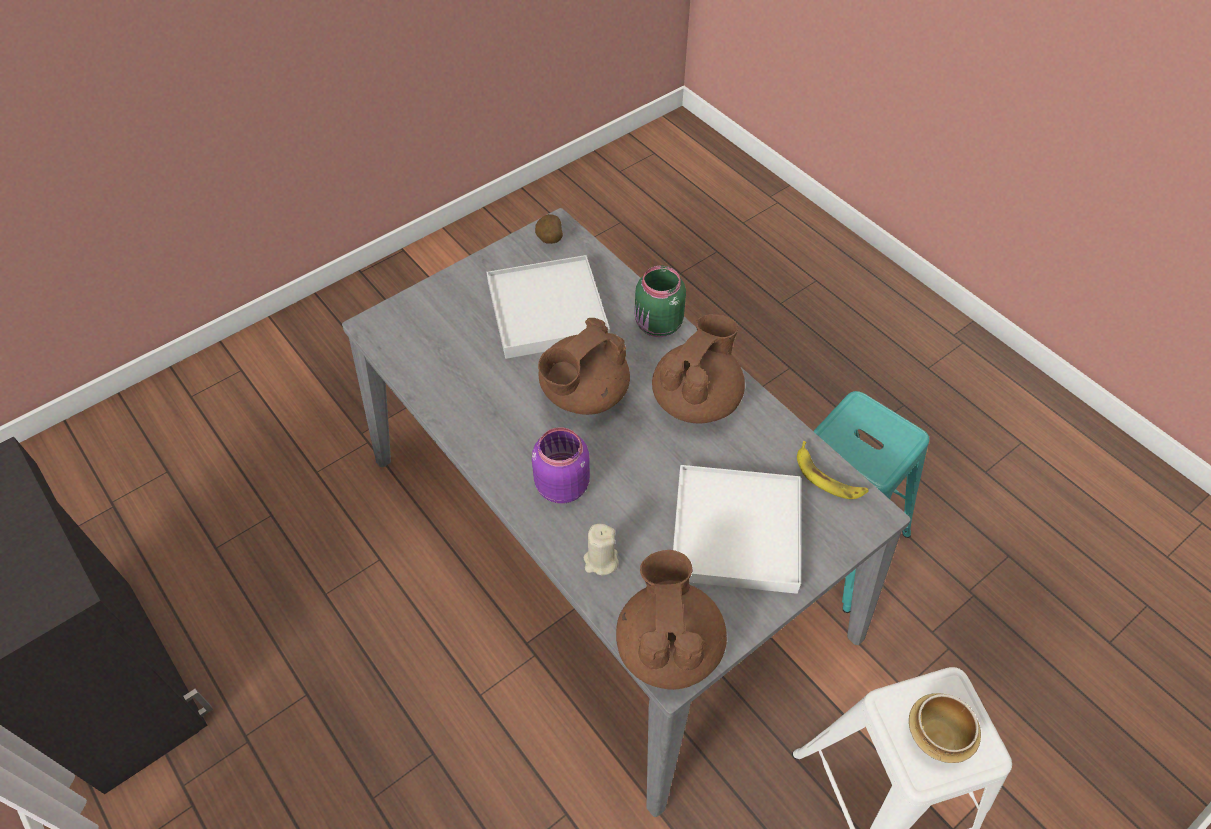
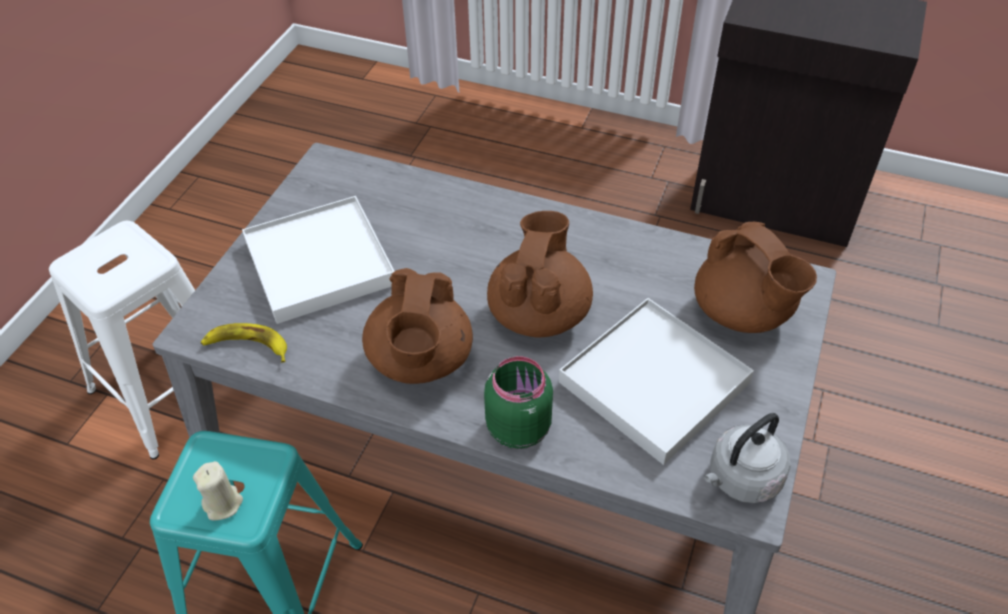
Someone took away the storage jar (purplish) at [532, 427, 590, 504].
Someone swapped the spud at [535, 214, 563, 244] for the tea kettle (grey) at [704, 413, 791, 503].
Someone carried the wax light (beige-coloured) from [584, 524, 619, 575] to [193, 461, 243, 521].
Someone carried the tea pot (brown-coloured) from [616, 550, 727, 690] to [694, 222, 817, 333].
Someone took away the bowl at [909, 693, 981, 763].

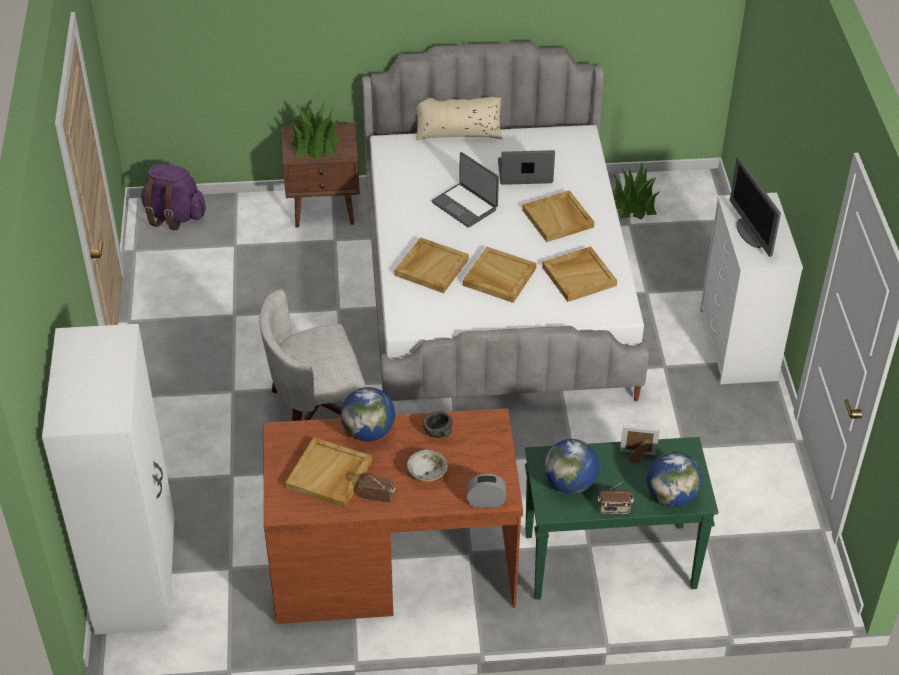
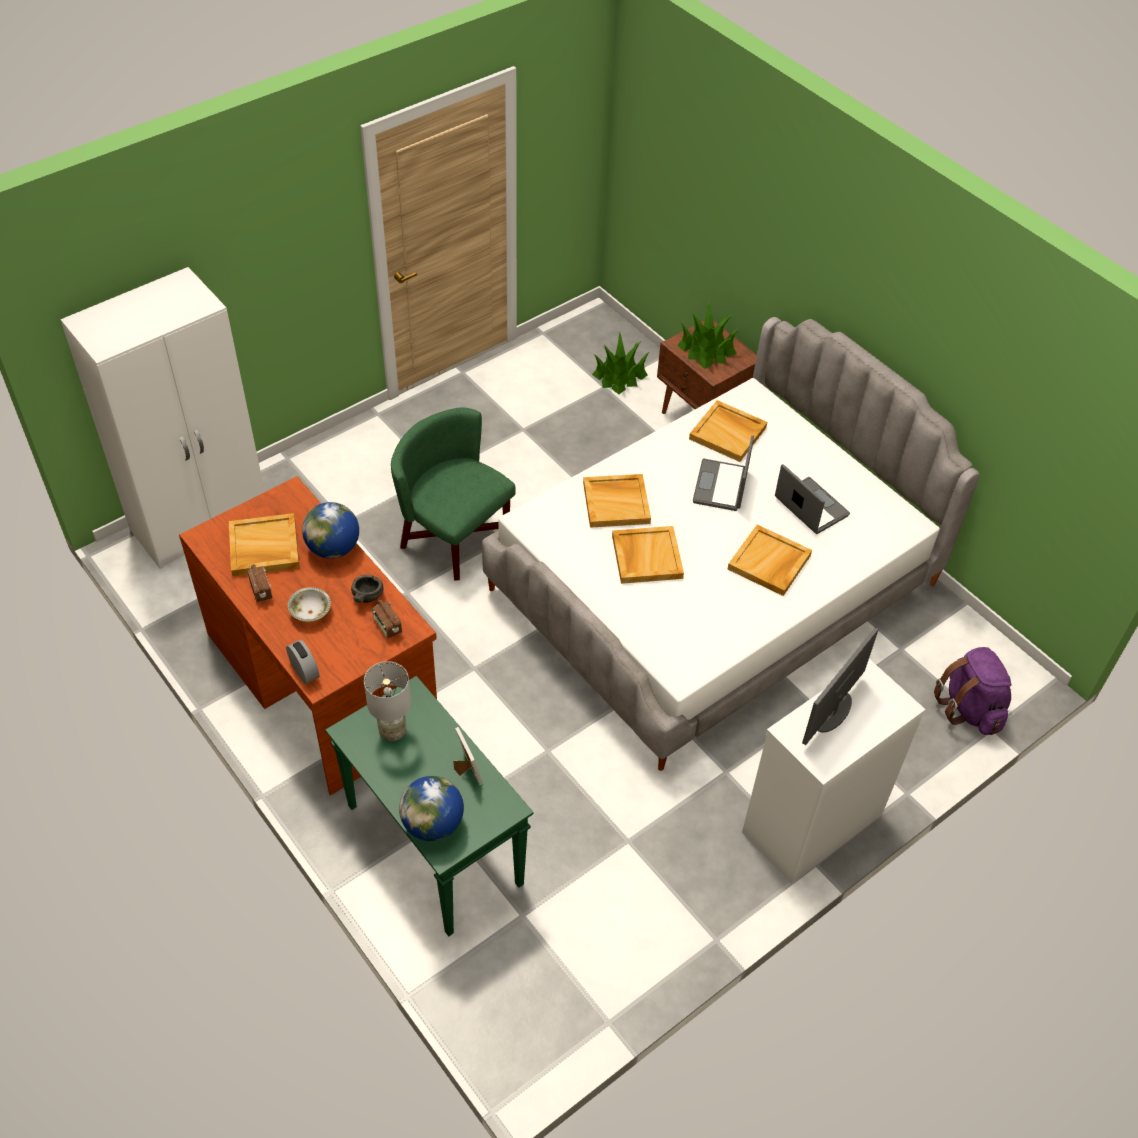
Someone carried the rucksack (purplish) from [141, 164, 206, 230] to [934, 647, 1011, 735].
Someone repainted the lounge chair (white) at [259, 289, 366, 421], which became the lounge chair (green-coloured) at [391, 408, 515, 580].
Someone took away the pillow (beige-coloured) at [416, 97, 502, 141].
Someone carried the tray (beige-coloured) from [542, 246, 617, 302] to [689, 400, 767, 462].
Someone swapped the globe at [544, 439, 599, 494] for the table lamp (grey) at [364, 661, 411, 741].
Someone carried the radio set from [597, 481, 633, 514] to [372, 600, 402, 639].
Someone carried the houseplant from [613, 162, 659, 220] to [592, 332, 649, 395].

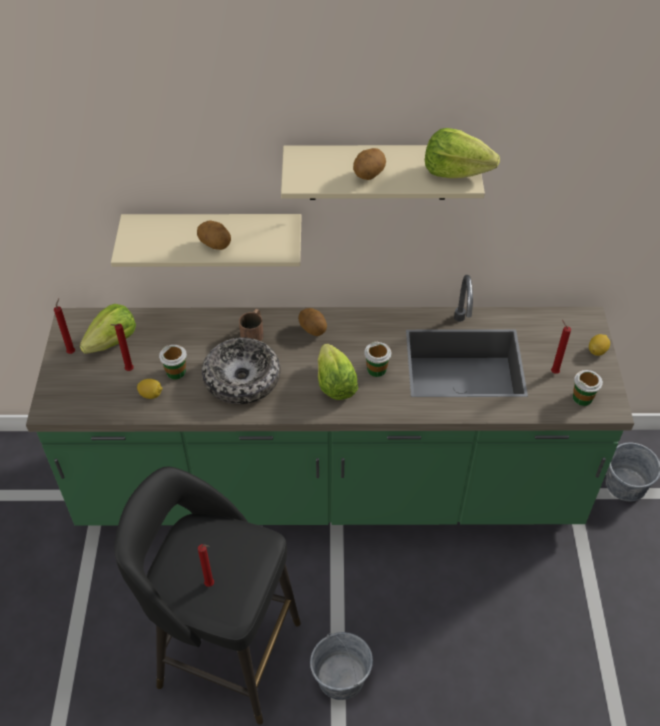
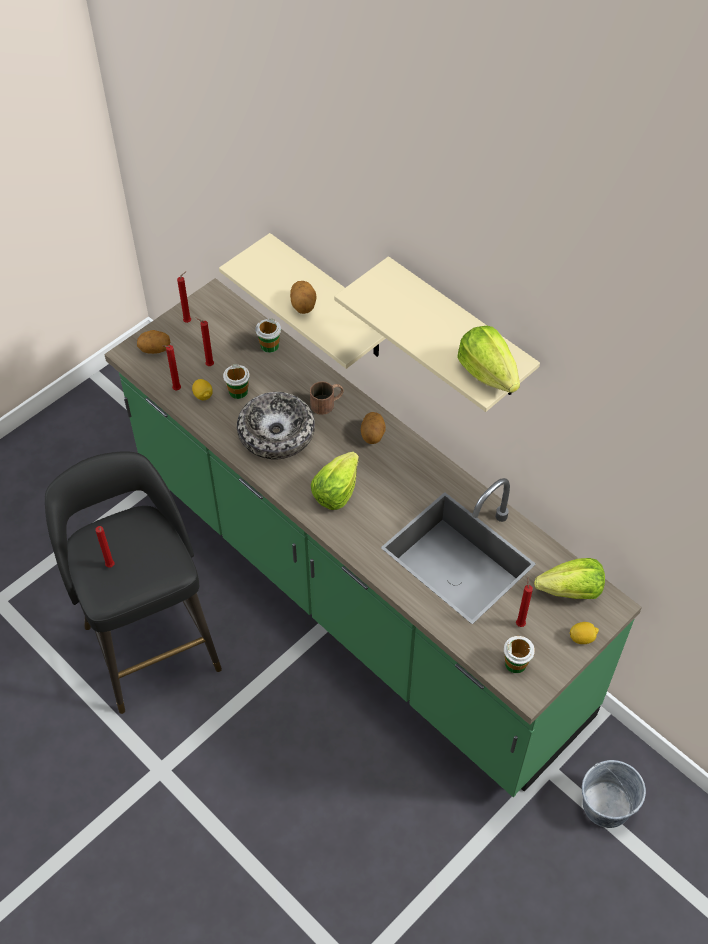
Someone carried the lettuce from [79, 304, 136, 354] to [534, 558, 605, 599].
Someone took away the water bucket (grey) at [310, 632, 373, 700].
Someone carried the spud from [353, 148, 386, 180] to [137, 330, 170, 354].
Someone carried the small cup from [364, 341, 391, 377] to [255, 318, 281, 353].
Someone put down the wax light (reddish) at [162, 345, 181, 390].

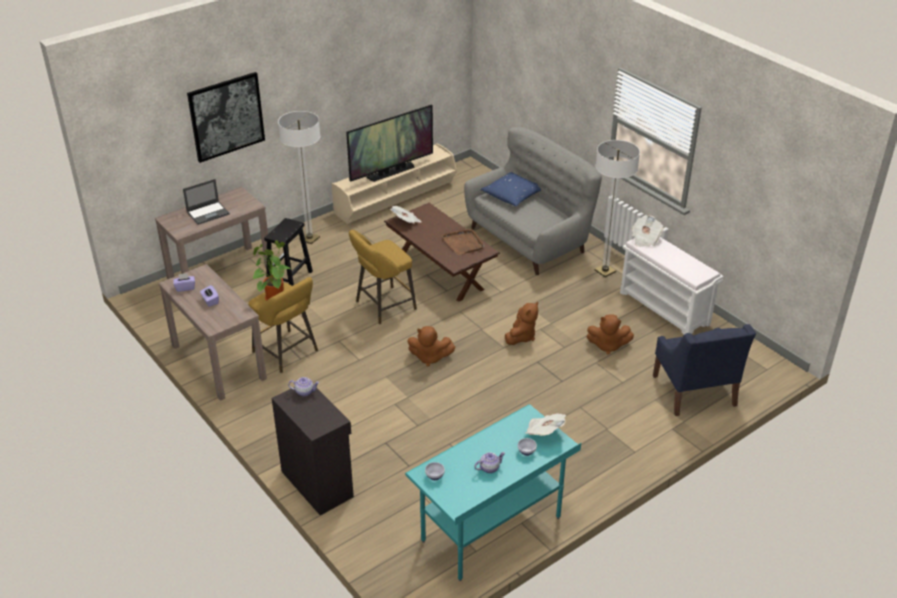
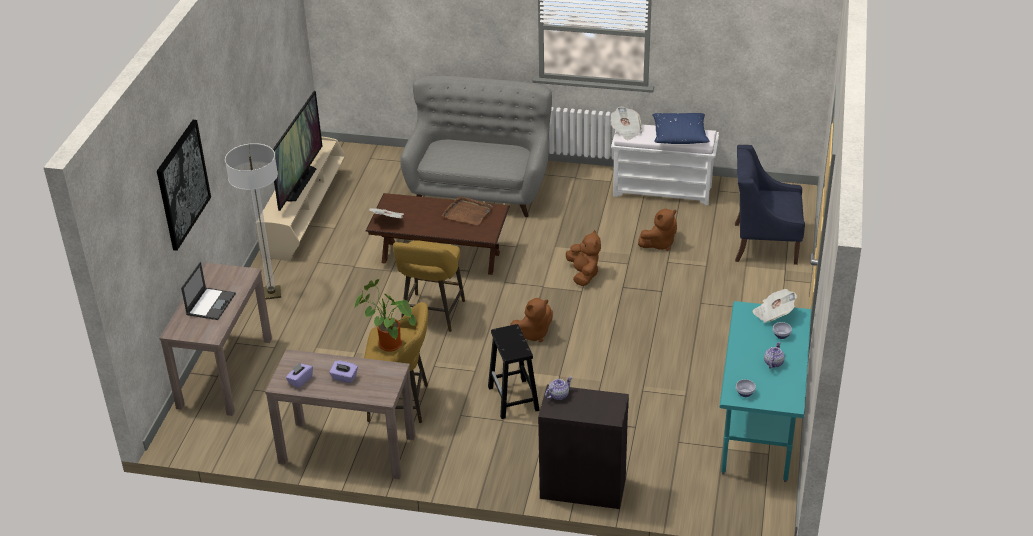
Someone carried the stool (black) from [264, 218, 313, 286] to [488, 324, 540, 419].
Someone carried the pillow (blue-coloured) from [481, 172, 541, 206] to [652, 113, 710, 144].
Someone took away the floor lamp at [595, 140, 640, 277].
Someone rotated the lounge chair (blue-coloured) at [653, 324, 756, 416] by 150 degrees clockwise.

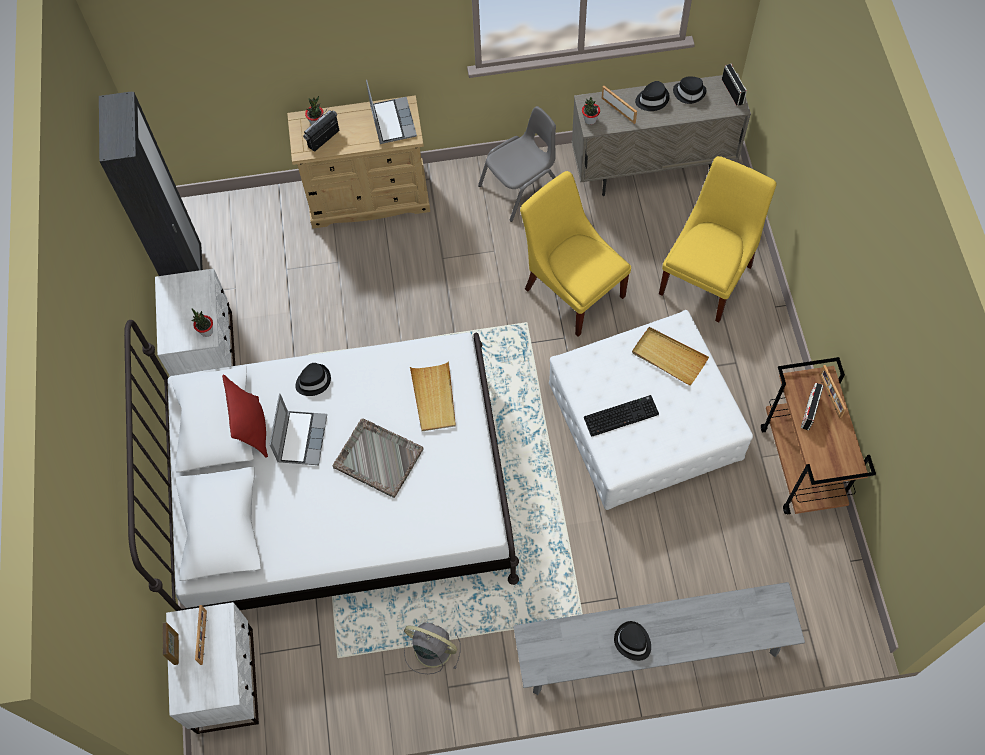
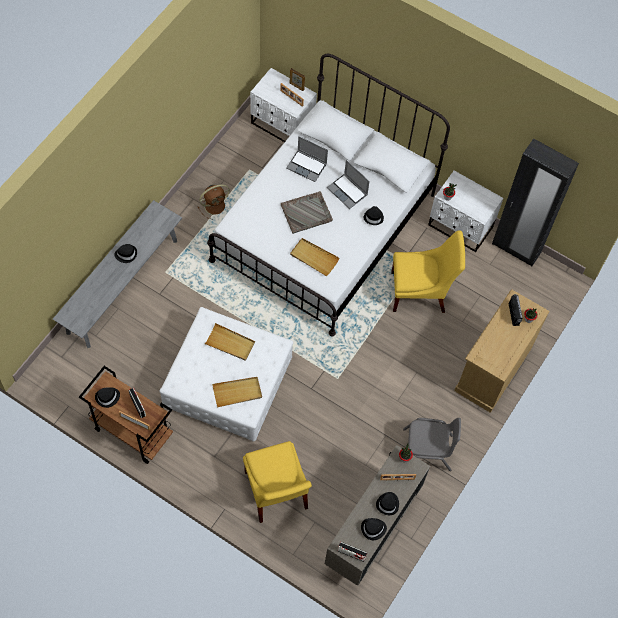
Someone took away the pillow (reddish) at [222, 375, 268, 458].
Someone carried the laptop from [366, 80, 417, 144] to [286, 136, 328, 182].
Someone repainted the cooling fan (grey) at [404, 622, 460, 674], which became the cooling fan (brown-coloured) at [198, 184, 230, 219].
Someone rotated the plain chair (grey) at [478, 106, 556, 222] by 90 degrees counterclockwise.
Someone carried the plain chair (yellowish) from [520, 171, 631, 337] to [391, 230, 465, 313].
Someone swapped the keyboard at [584, 395, 659, 437] for the tray (beige-coloured) at [204, 323, 255, 361].
Someone put down the wearable hat (black) at [95, 387, 120, 408].

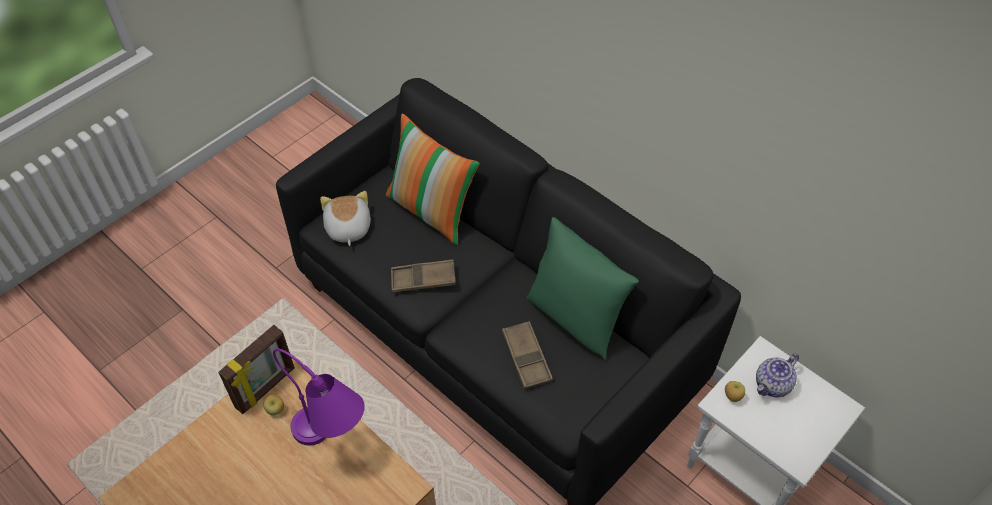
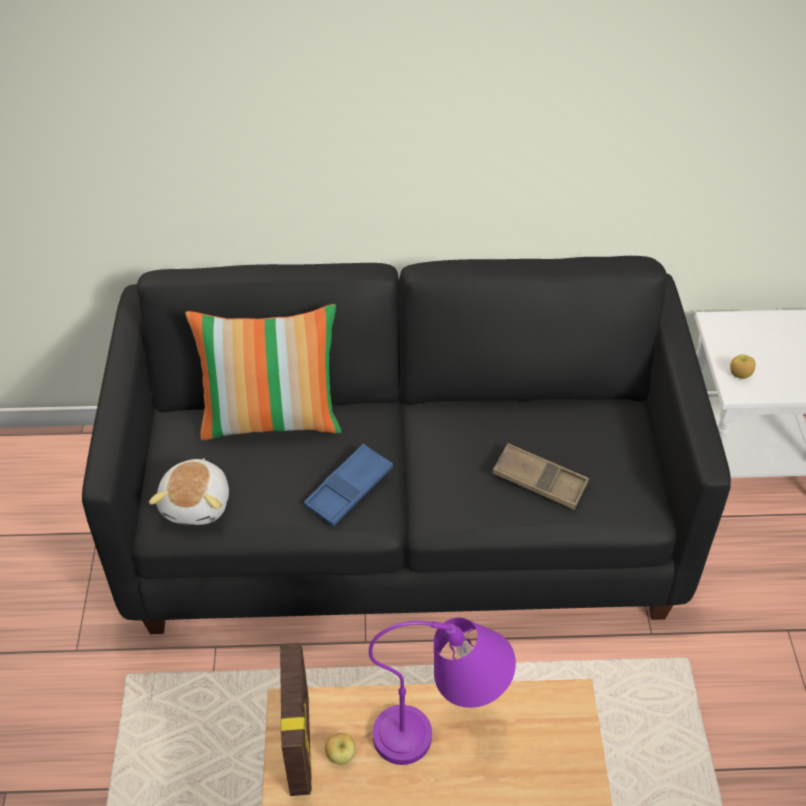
Someone rotated the cuddly toy at [320, 191, 371, 246] by 120 degrees counterclockwise.
Someone repainted the tray (brown-coloured) at [391, 259, 456, 293], which became the tray (blue-coloured) at [304, 444, 393, 526].
Someone took away the pillow (green-coloured) at [526, 217, 639, 361].
Someone took away the tea pot at [756, 353, 799, 397].

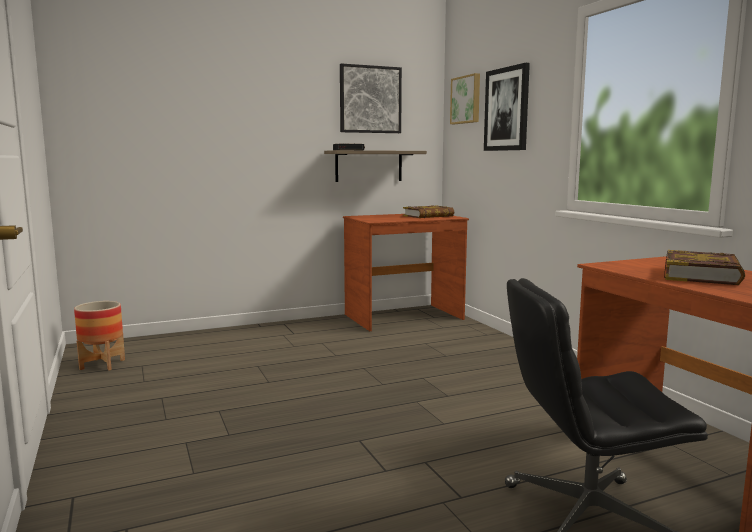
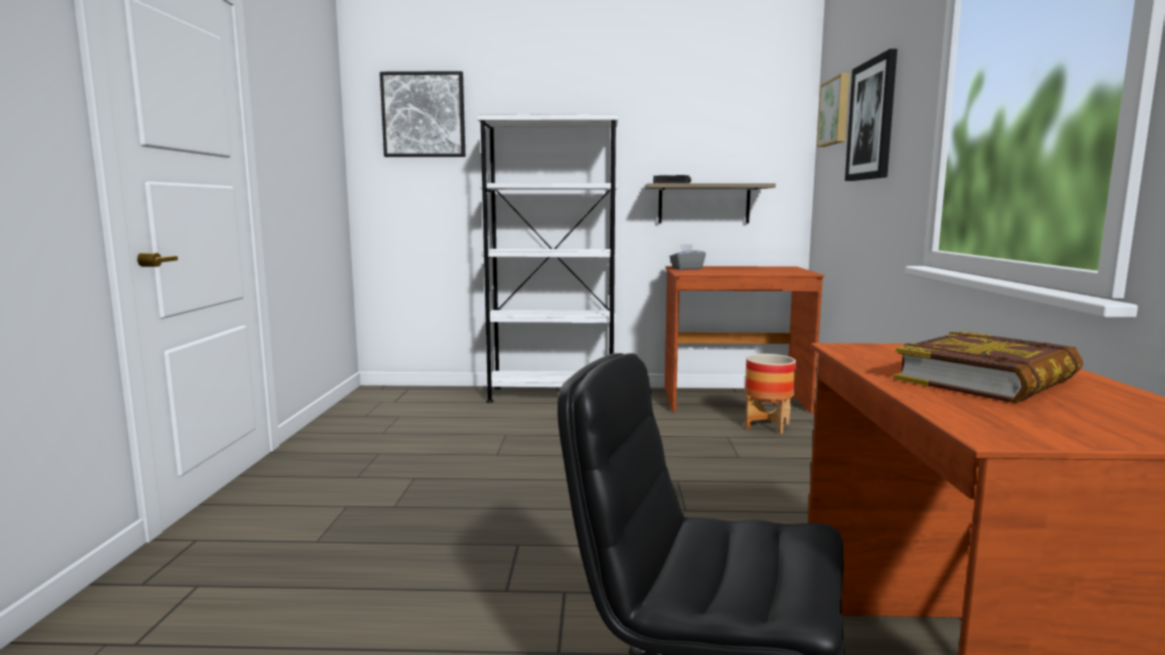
Someone carried the planter from [74, 301, 125, 371] to [745, 354, 796, 434].
Someone carried the wall picture from [340, 63, 402, 133] to [380, 71, 465, 157].
Someone took away the book at [403, 205, 454, 218].
Someone put down the shelving unit (white) at [477, 114, 618, 403].
Someone put down the box of tissues (grey) at [670, 244, 706, 270].

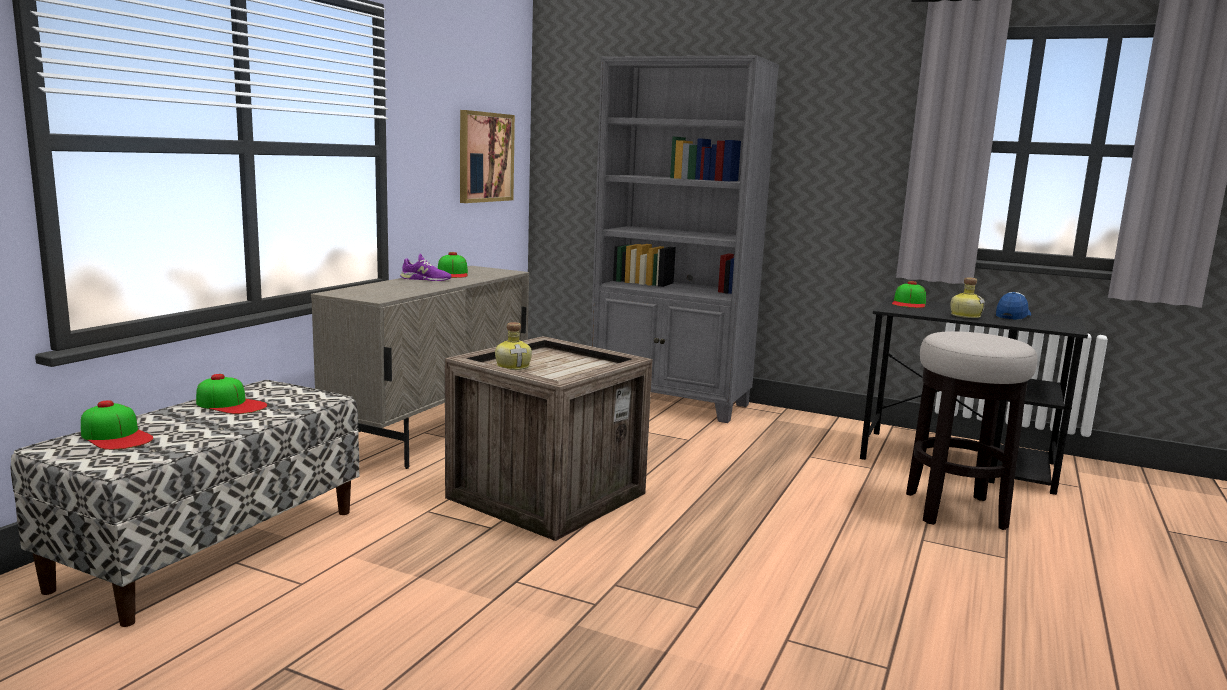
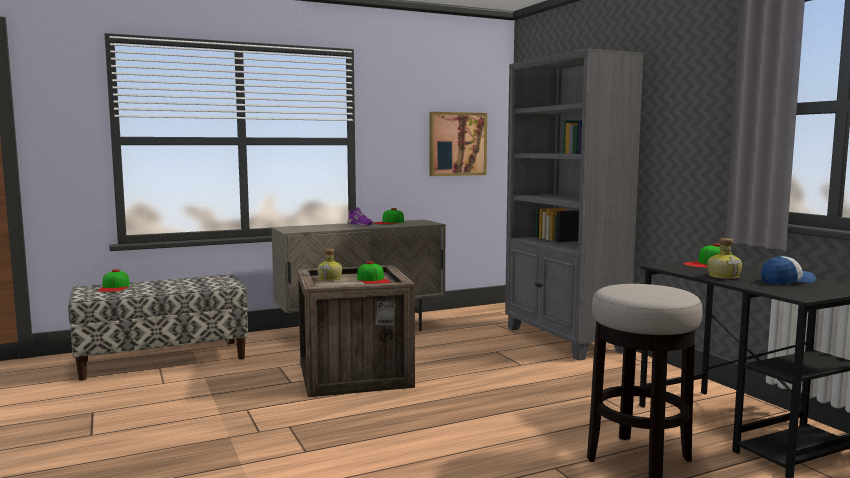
Someone carried the baseball cap from [196, 374, 268, 414] to [357, 261, 391, 284].

